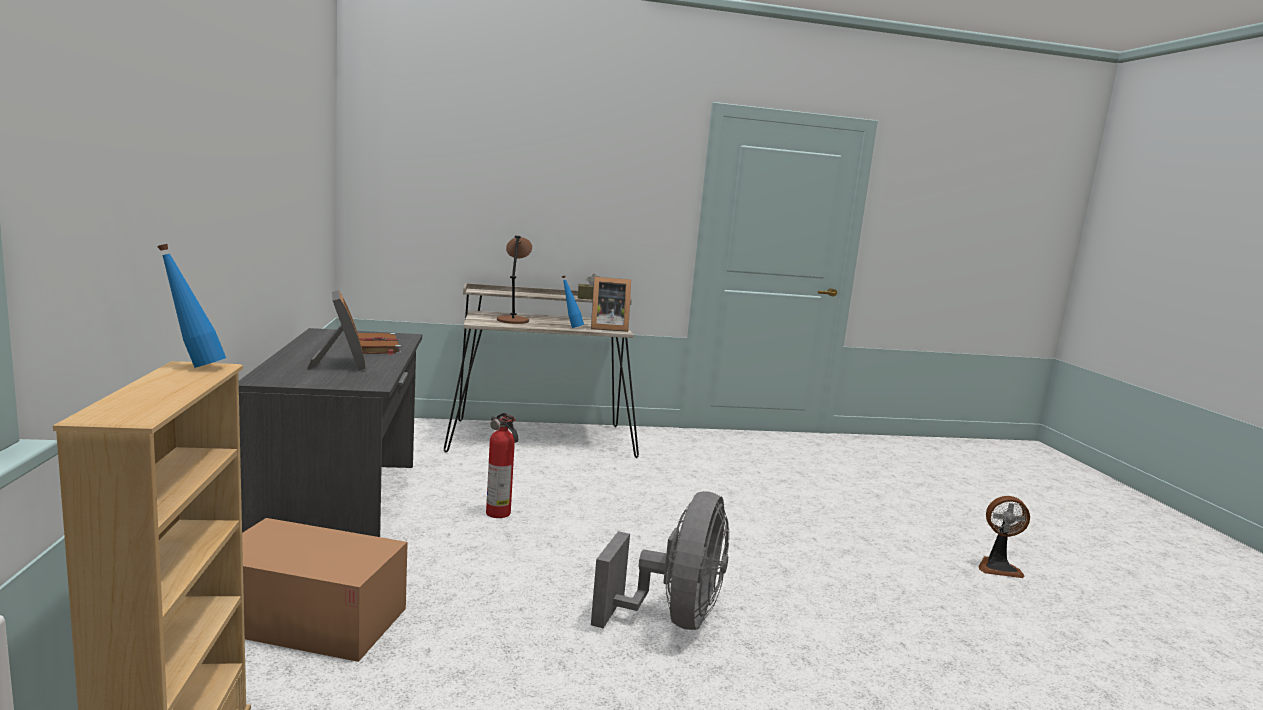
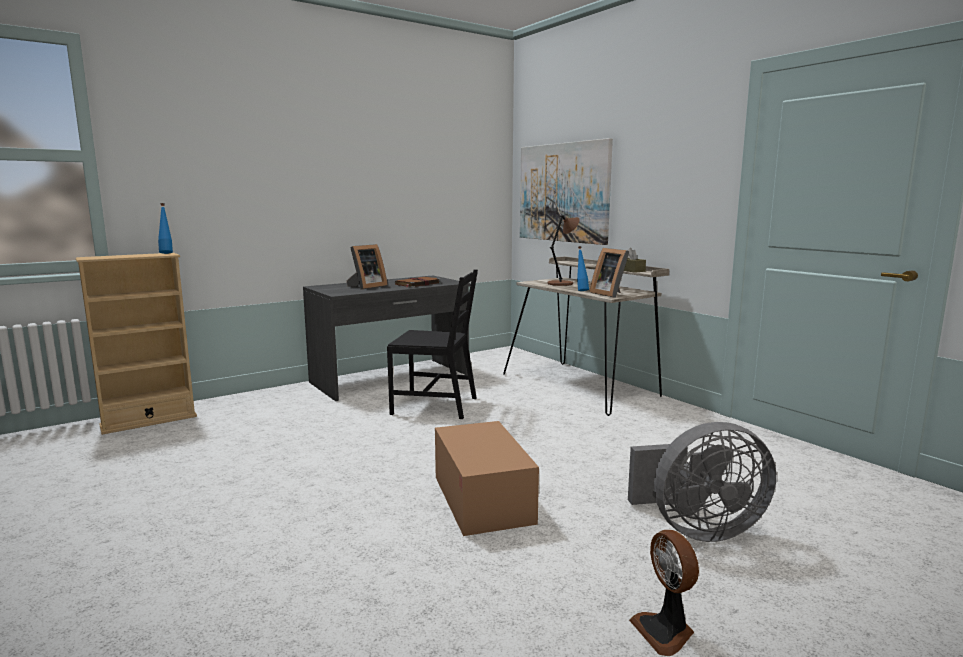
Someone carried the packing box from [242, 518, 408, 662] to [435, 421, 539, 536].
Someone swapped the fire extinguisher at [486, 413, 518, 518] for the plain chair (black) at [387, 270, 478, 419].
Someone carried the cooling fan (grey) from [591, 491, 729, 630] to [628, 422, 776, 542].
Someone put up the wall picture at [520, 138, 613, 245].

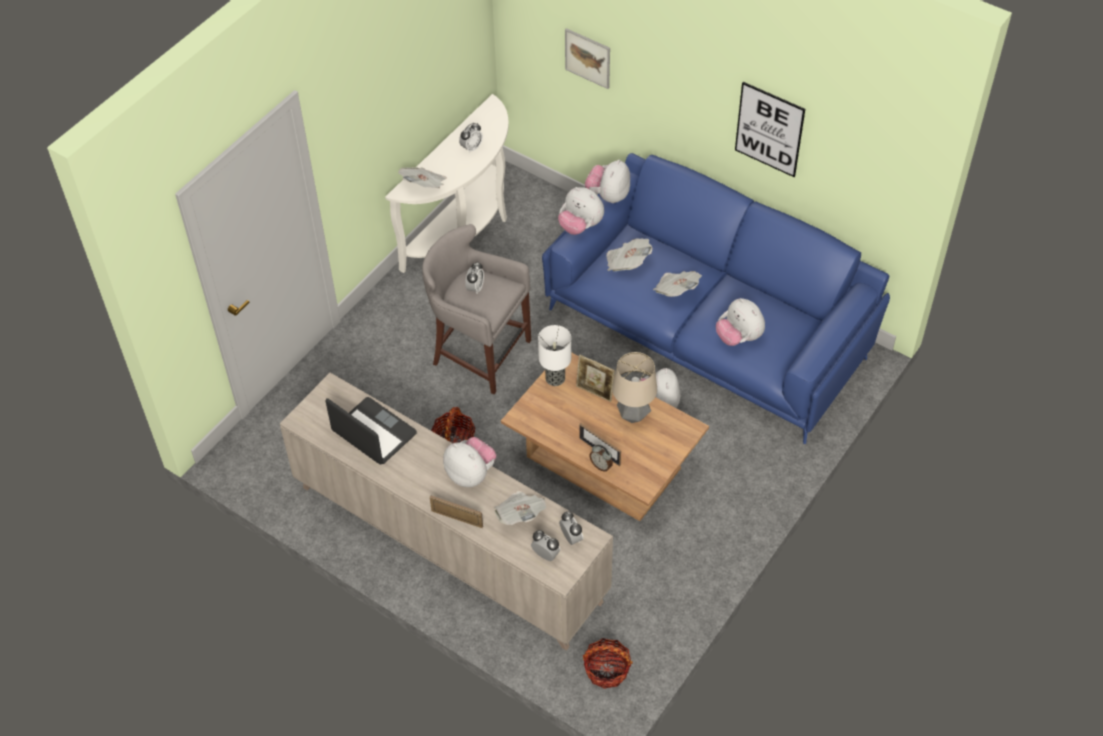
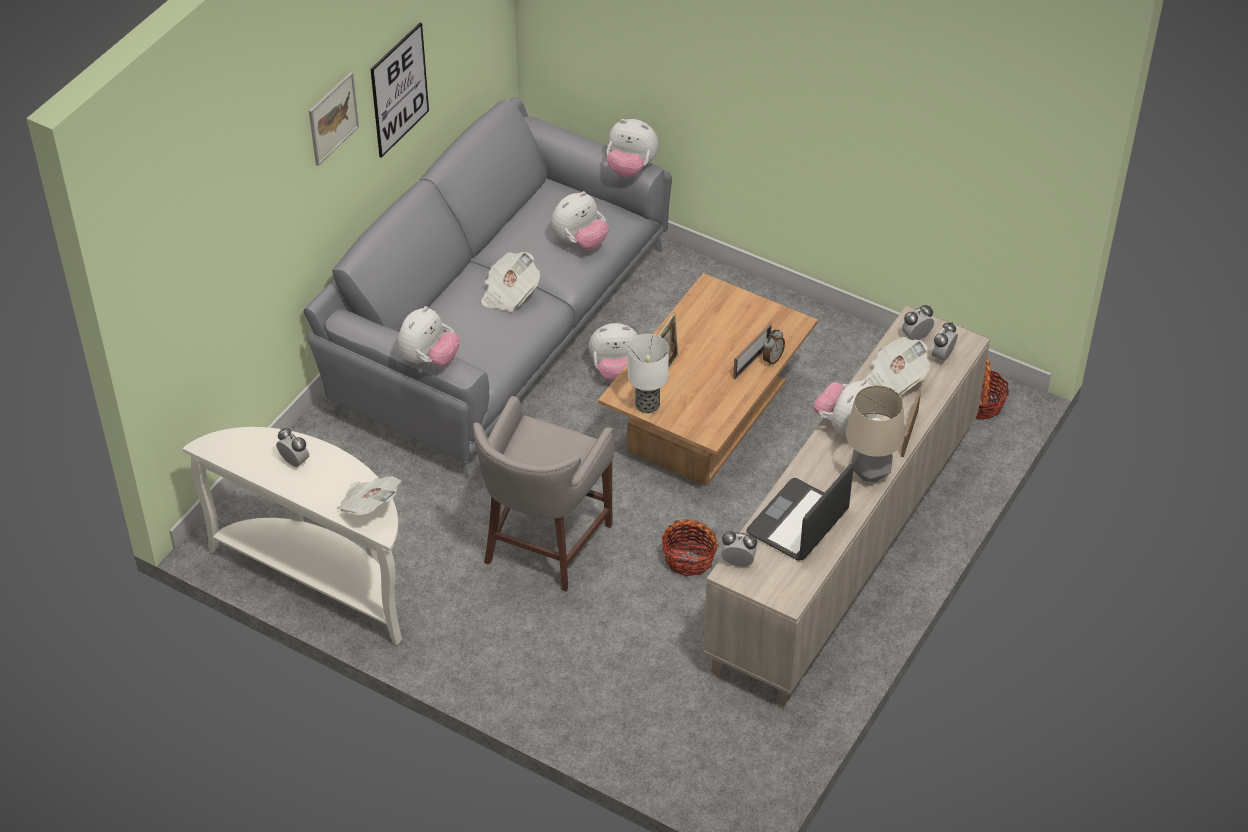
Someone carried the alarm clock from [465, 261, 484, 293] to [721, 531, 757, 567].
Someone repainted the settee (blue-coloured) at [542, 153, 890, 444], which became the settee (grey) at [304, 97, 672, 479].
Someone carried the wall picture from [565, 28, 610, 89] to [309, 72, 359, 166].
Someone carried the cuddly toy from [585, 159, 630, 203] to [607, 119, 659, 177].
Someone took away the daily paper at [607, 238, 653, 271].
Someone carried the table lamp from [612, 352, 657, 423] to [846, 385, 904, 482].

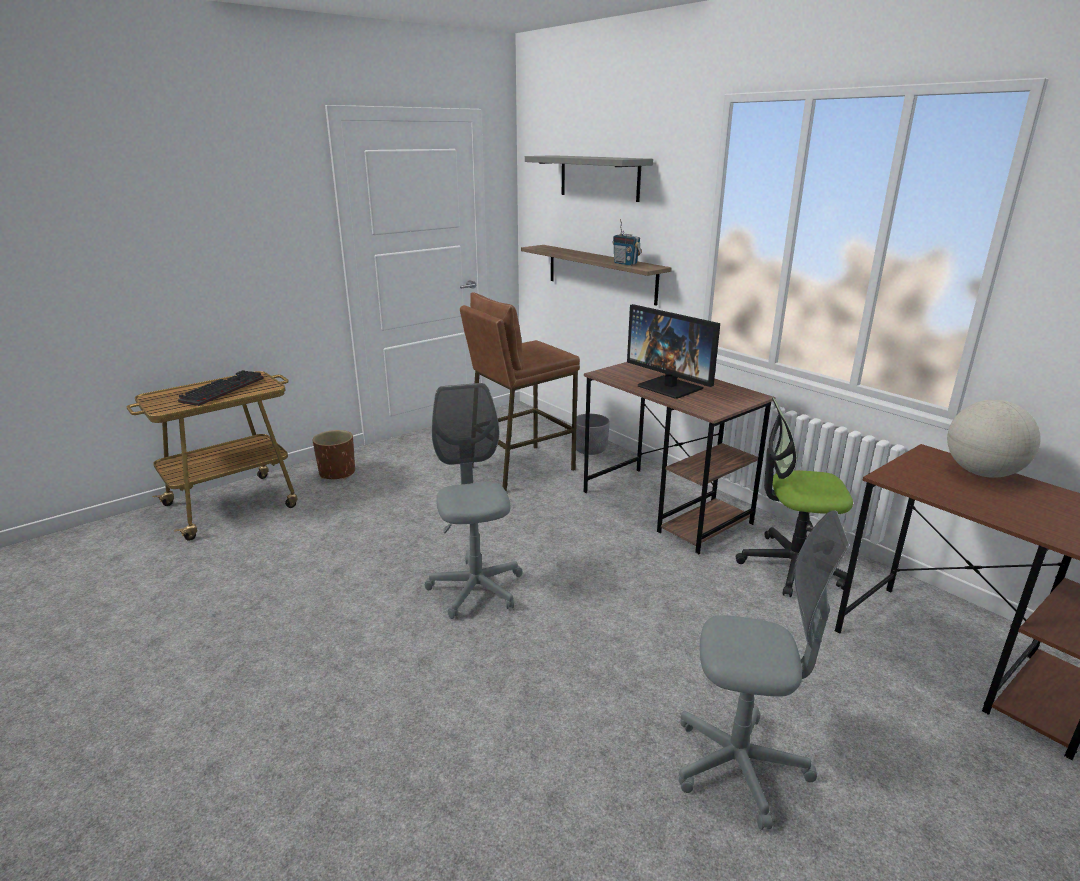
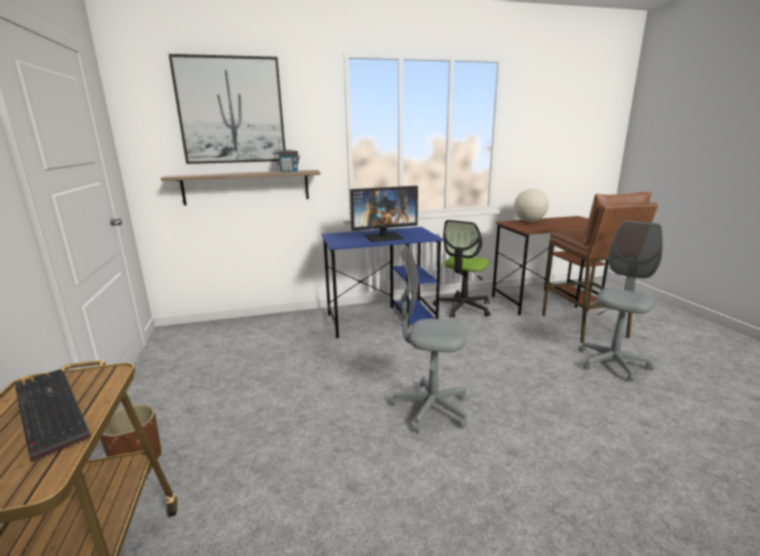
Someone carried the stool (brown-coloured) from [460, 292, 580, 491] to [542, 191, 658, 343].
Someone swapped the bracket shelf (grey) at [525, 155, 653, 202] for the wall picture at [168, 54, 285, 164].
Someone took away the planter (grey) at [576, 414, 610, 455].
Someone repainted the desk unit (brown-coloured) at [584, 362, 776, 554], which became the desk unit (blue-coloured) at [321, 227, 443, 338].

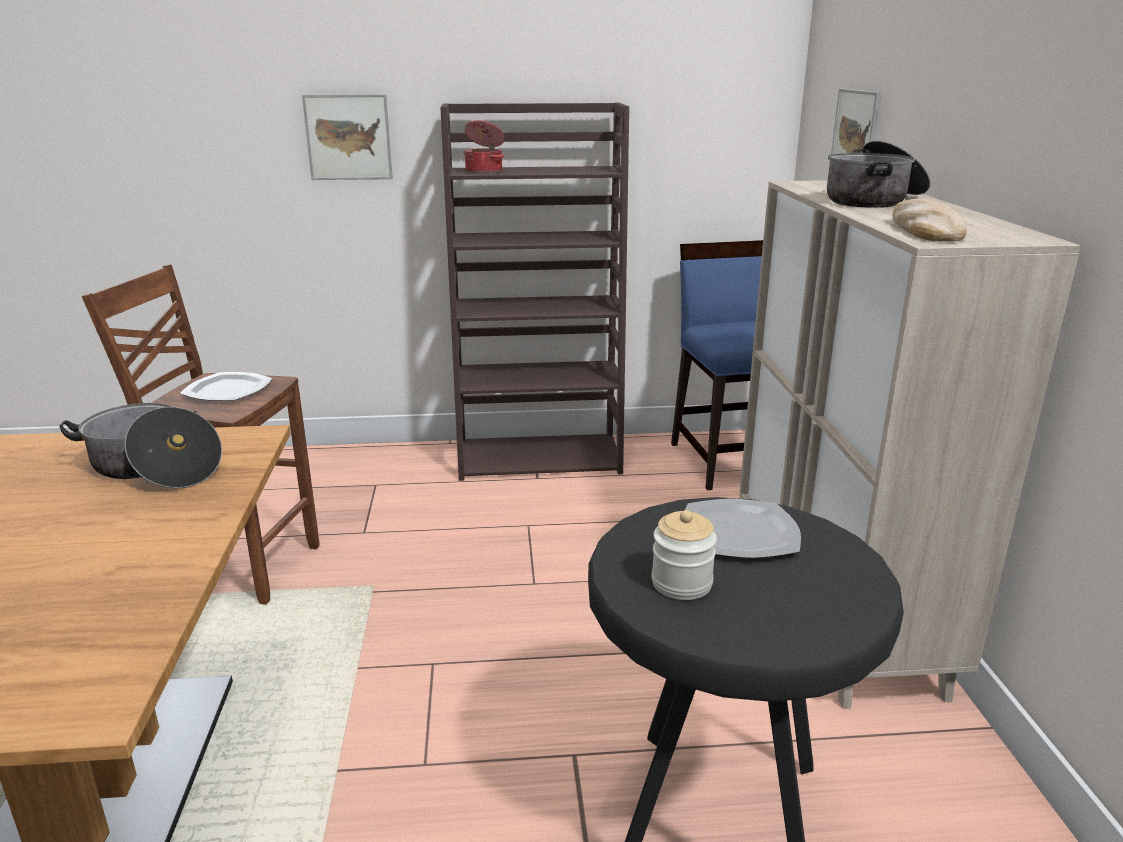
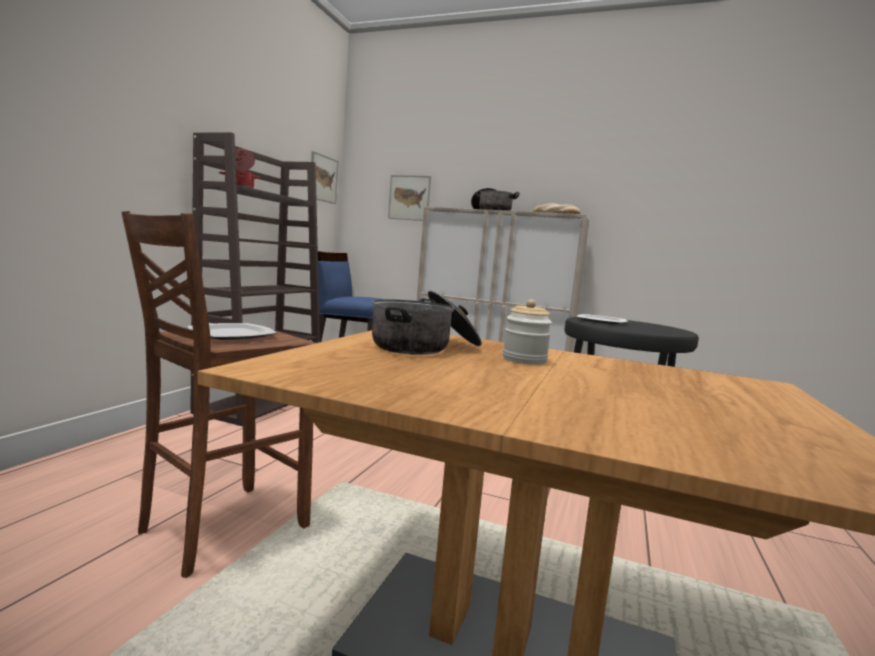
Someone carried the wall picture from [302, 94, 393, 180] to [311, 151, 338, 204].
Someone carried the storage jar from [652, 510, 717, 600] to [503, 299, 552, 365].

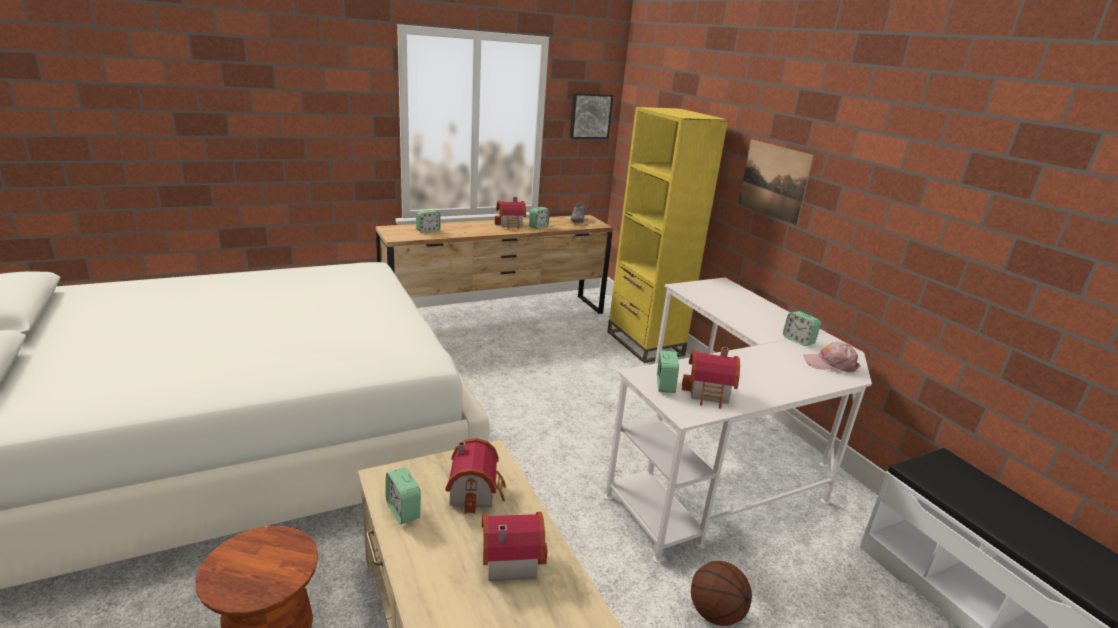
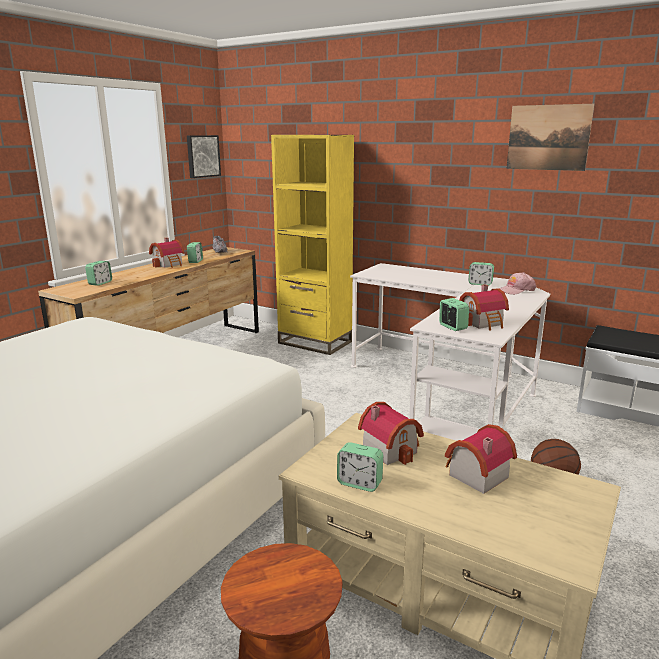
Someone carried the wall picture from [739, 140, 814, 225] to [506, 104, 594, 171].

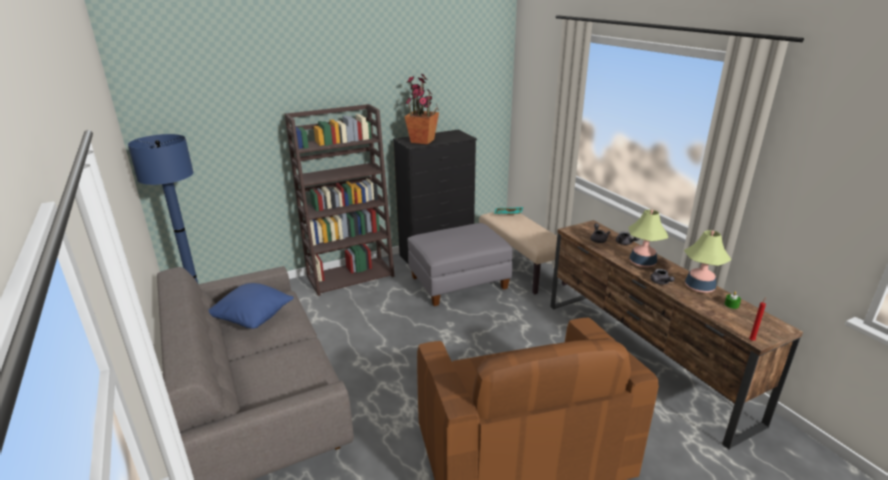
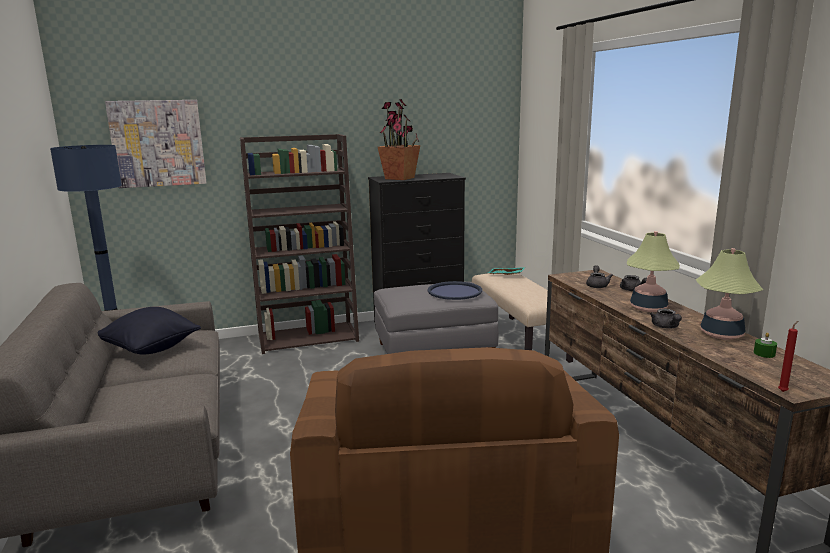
Someone repainted the pillow (blue-coloured) at [208, 283, 294, 329], which became the pillow (black) at [98, 307, 201, 354].
Someone put up the wall picture at [105, 100, 206, 188].
Someone put down the tray (blue-coloured) at [427, 281, 482, 300].

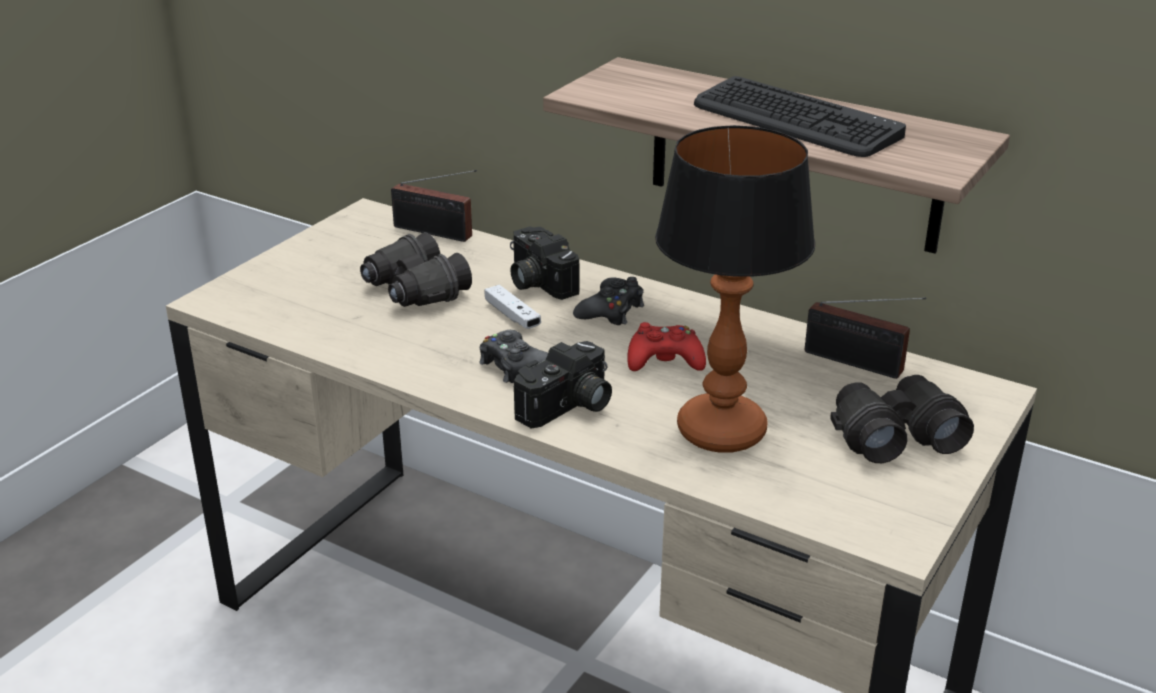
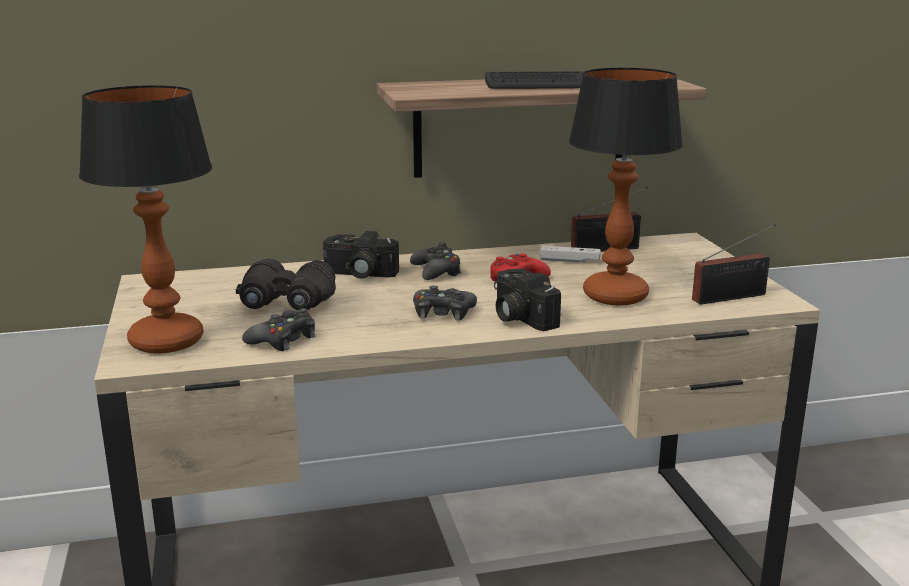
Someone carried the radio set from [391, 170, 477, 242] to [692, 224, 776, 305].
Someone carried the gamepad (white) from [485, 285, 541, 329] to [540, 246, 601, 263].
Someone rotated the photo camera at [514, 341, 612, 429] by 150 degrees clockwise.
Someone took away the binoculars (black) at [830, 375, 974, 463].
Someone put down the table lamp at [79, 85, 212, 353].
Someone put down the gamepad (black) at [242, 308, 315, 351].

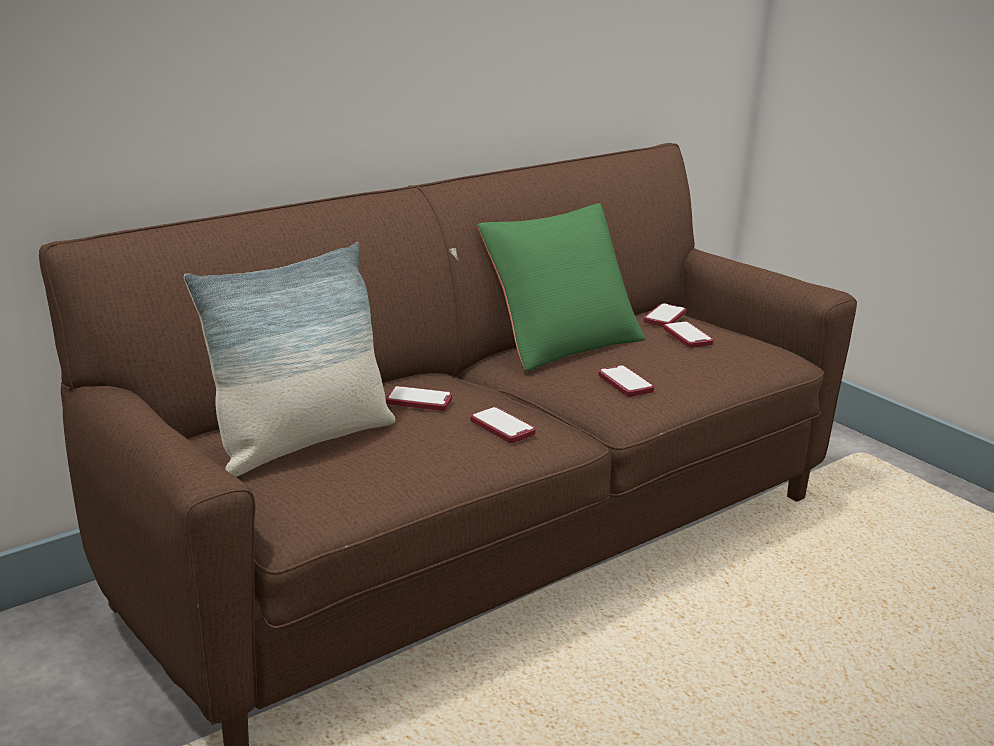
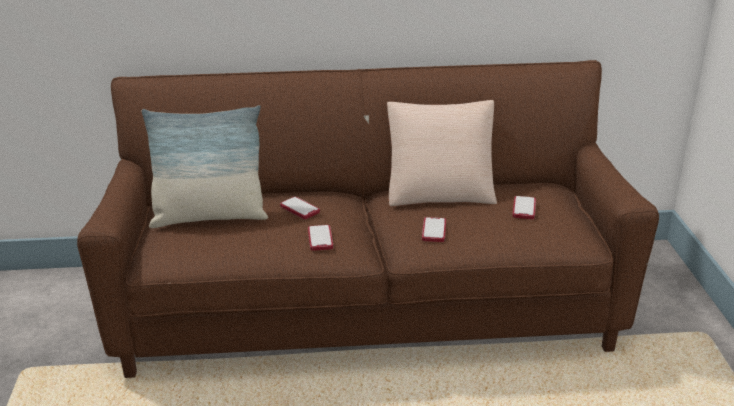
Someone repainted the pillow (green-coloured) at [478, 203, 646, 371], which became the pillow (beige-coloured) at [387, 100, 497, 206].
Someone took away the handset at [644, 303, 686, 327].

